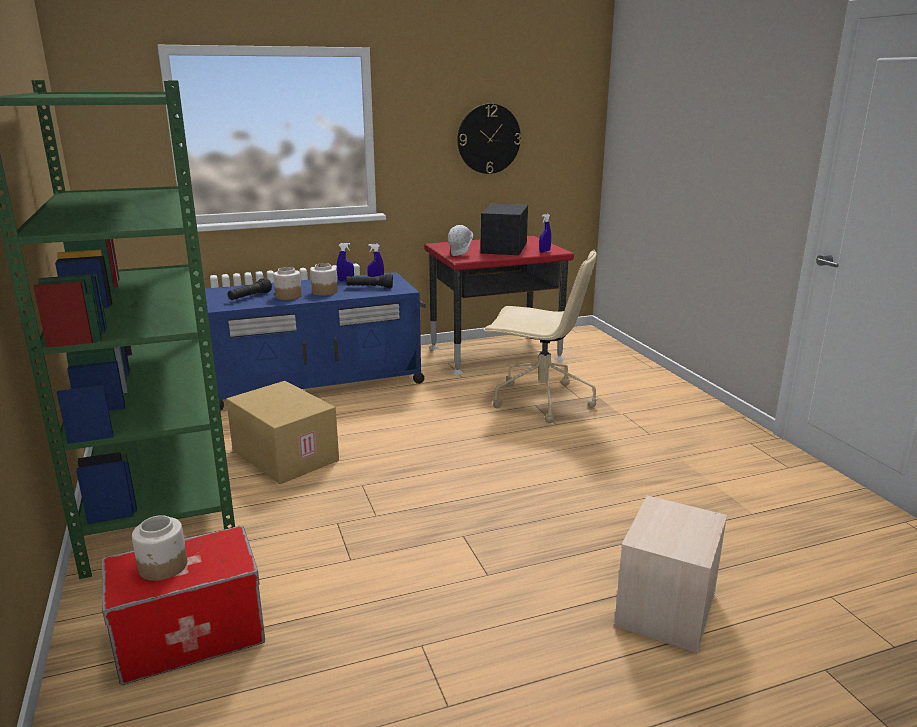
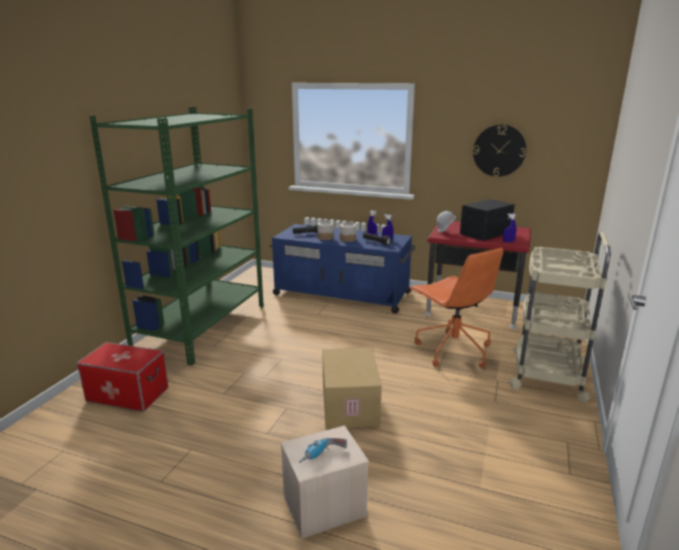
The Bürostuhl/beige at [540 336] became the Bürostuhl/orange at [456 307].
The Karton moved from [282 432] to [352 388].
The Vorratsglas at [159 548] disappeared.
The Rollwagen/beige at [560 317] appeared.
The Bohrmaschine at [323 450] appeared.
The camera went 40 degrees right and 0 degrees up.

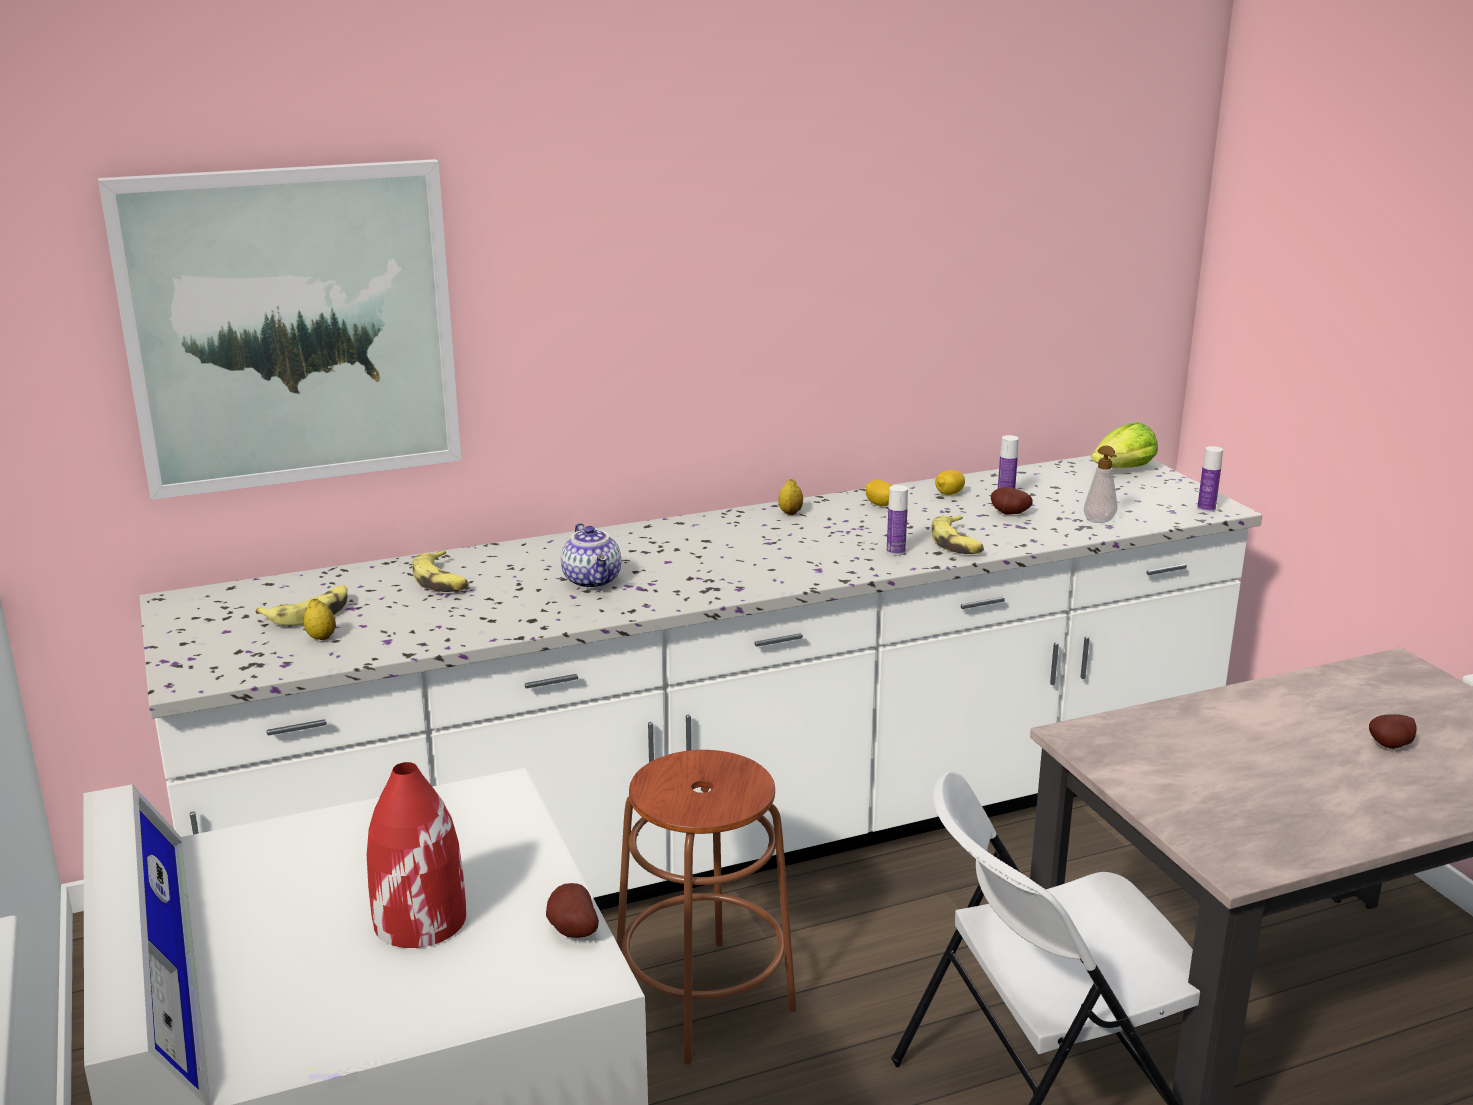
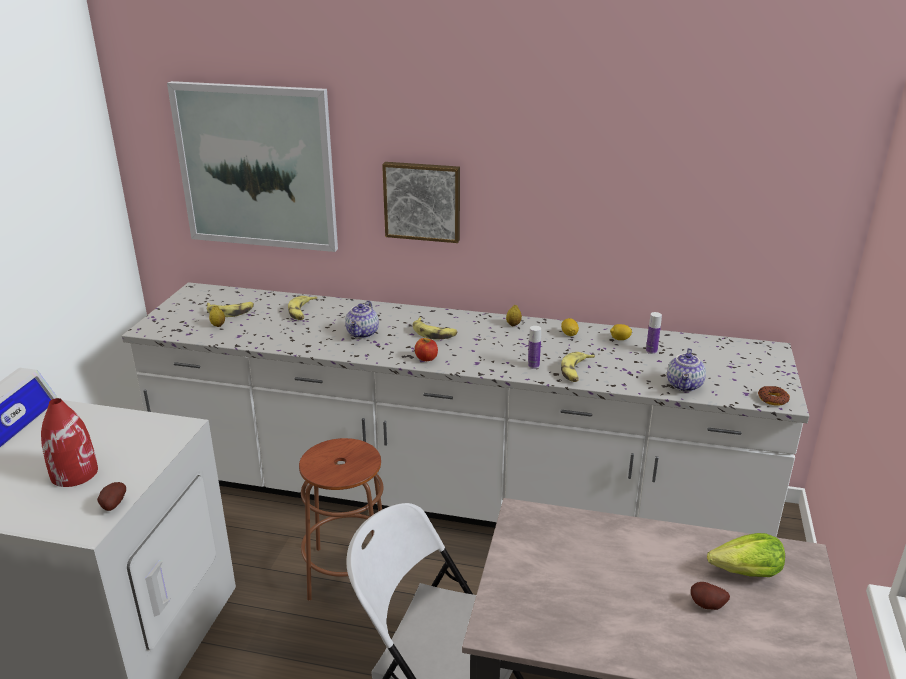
The Salatkopf moved from [1124 445] to [746 555].
The Seifenspender at [1101 484] was replaced by the Teekanne at [686 370].
The Flasche at [1210 479] was replaced by the Donut at [774 396].
The Kartoffel at [1012 501] disappeared.
The Bild at [421 202] appeared.
The Banane at [435 329] appeared.
The Apfel at [426 349] appeared.
The camera went 35 degrees right and 5 degrees up.

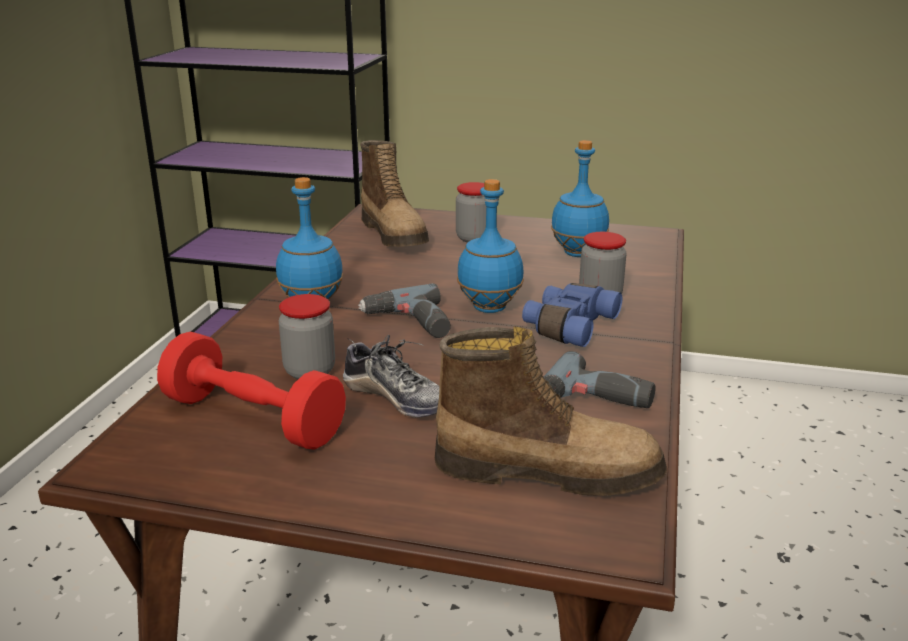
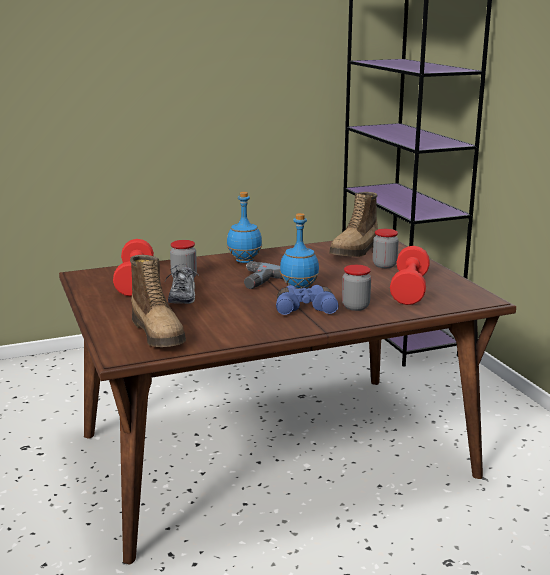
The Flasche/blau at [580 198] was replaced by the Hantel/rot at [410 275].
The Bohrmaschine at [600 379] disappeared.
The camera went 55 degrees right and 5 degrees down.

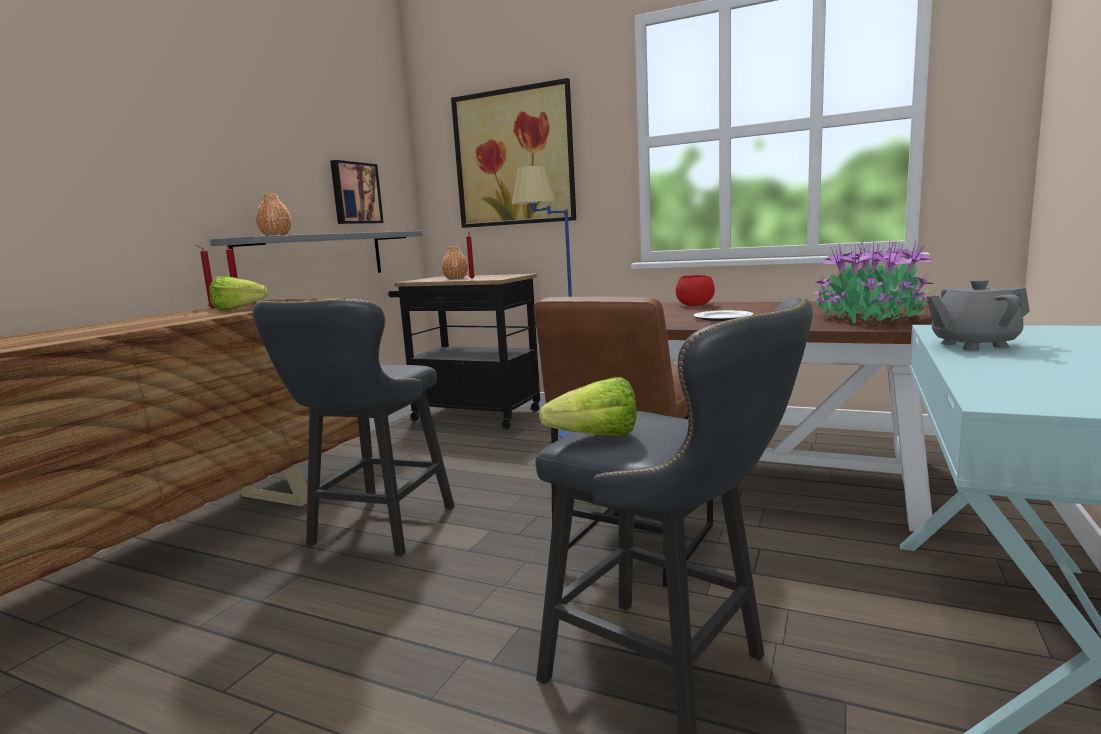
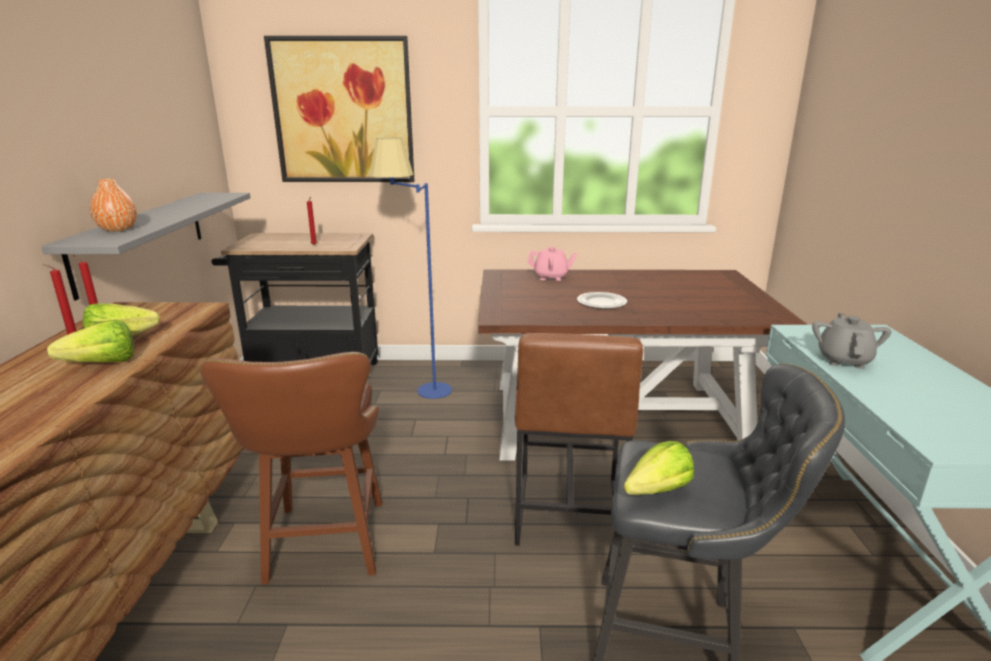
The Bild at [357 192] disappeared.
The Topfpflanze at [874 282] disappeared.
The Vase/orange at [455 262] disappeared.
The Schüssel/rot at [695 290] was replaced by the Teekanne/rosa at [552 264].
The Teekanne/grau at [978 315] turned 135 degrees clockwise.
The Hocker/grau at [354 427] became the Hocker/braun at [291 468].
The Salatkopf at [90 340] appeared.
The camera went 25 degrees left and 10 degrees up.

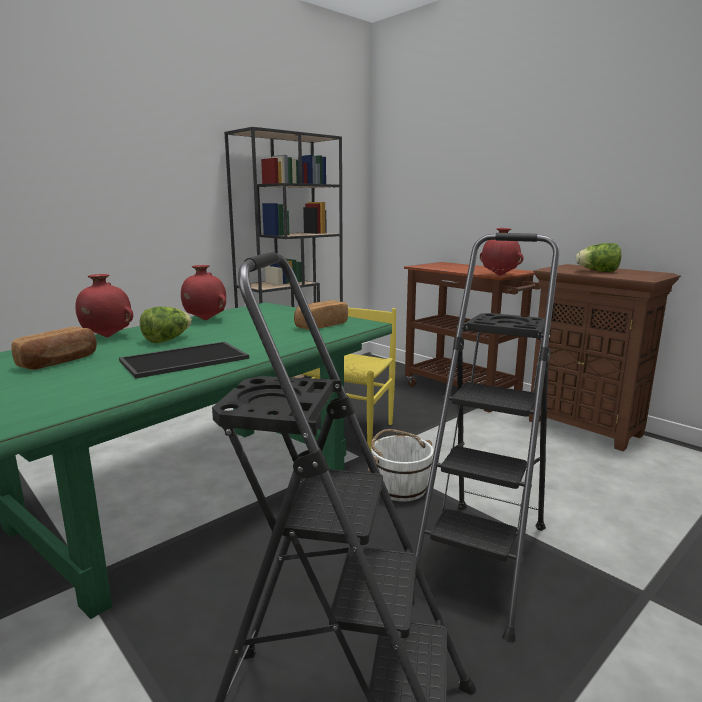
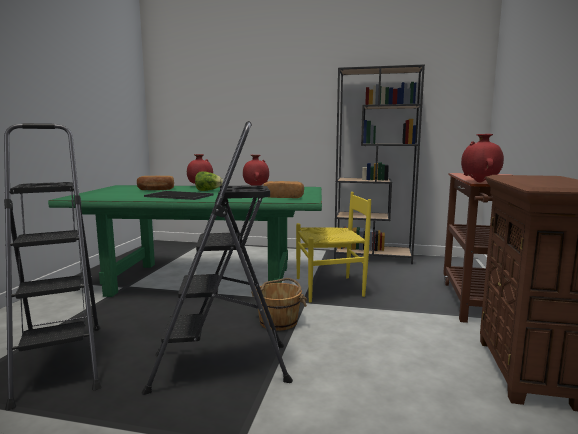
The Salatkopf at [598 257] disappeared.
The Eimer/weiß at [401 465] became the Eimer/braun at [279 304].
The camera went 55 degrees right and 5 degrees down.

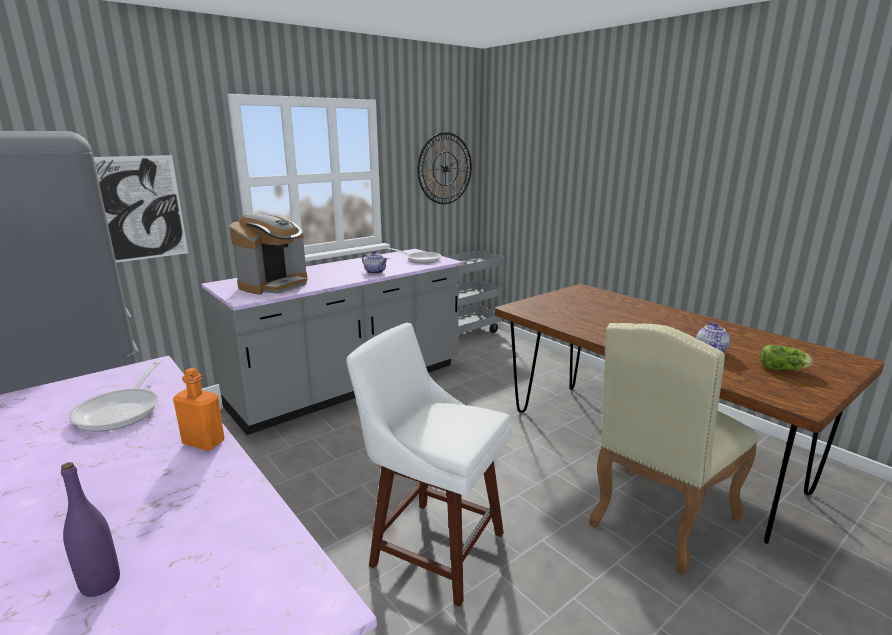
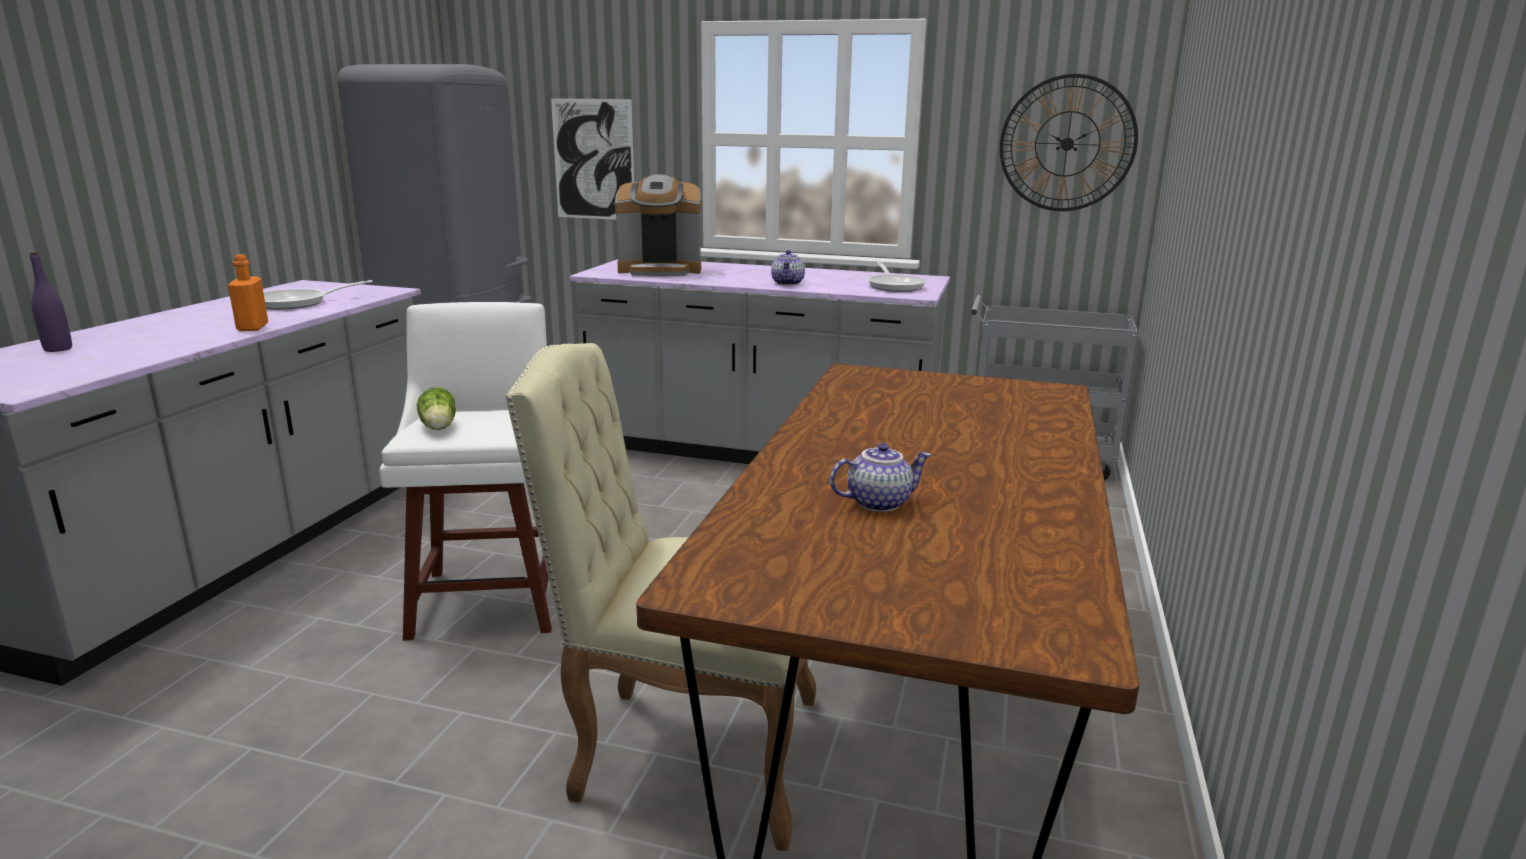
The Salatkopf moved from [786 357] to [436 408].
The camera went 55 degrees right and 0 degrees up.

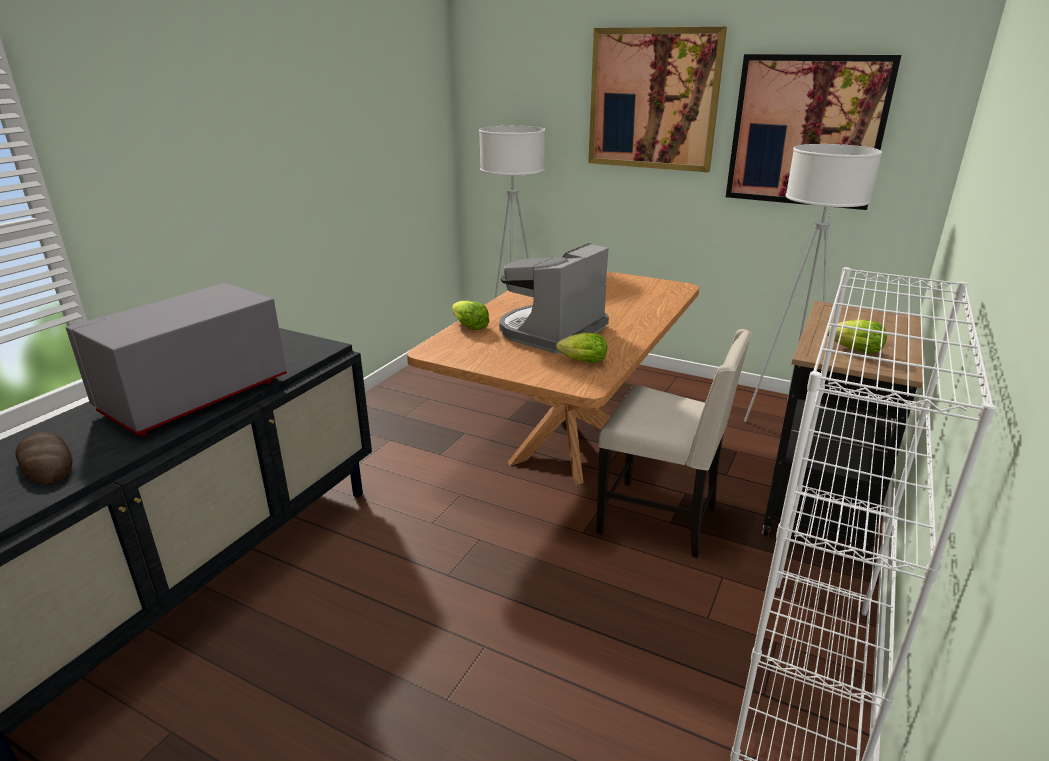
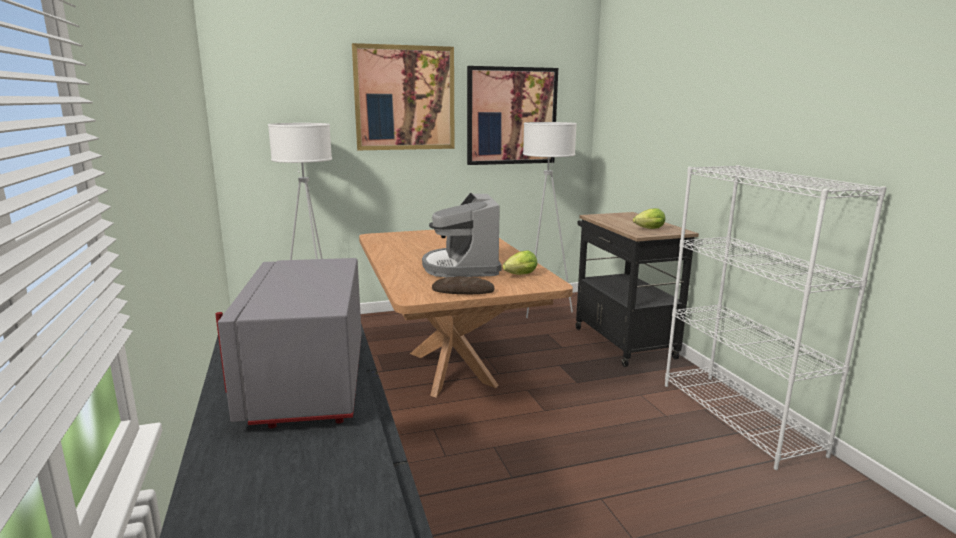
The Salatkopf at [470 315] disappeared.
The Stuhl/beige at [674 444] disappeared.
The Brot moved from [44 458] to [463 285].
The camera went 45 degrees left and 10 degrees down.

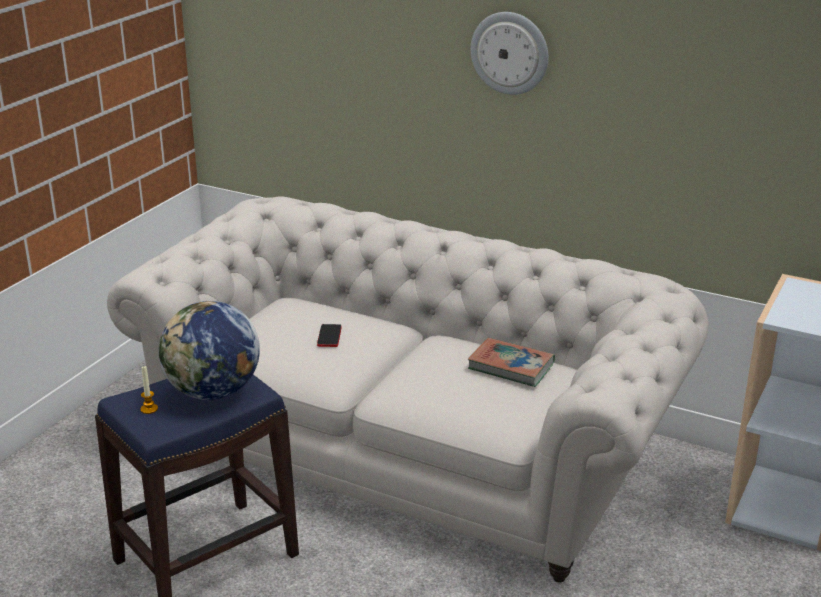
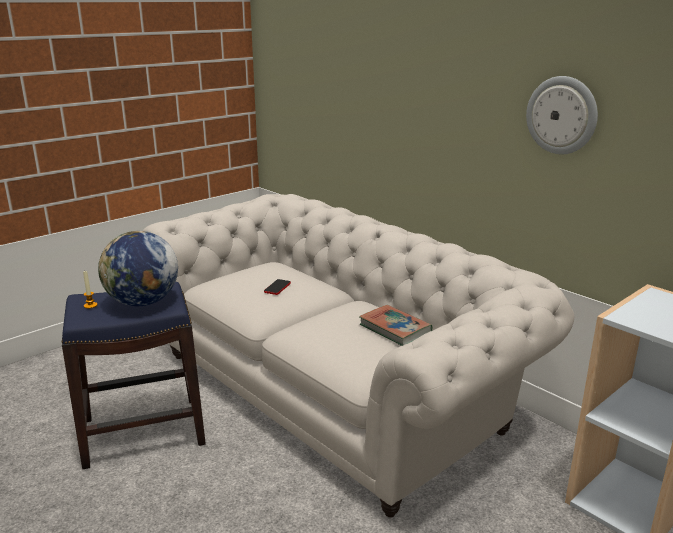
The Wanduhr moved from [509 53] to [562 115].
The camera went 20 degrees right and 5 degrees down.

